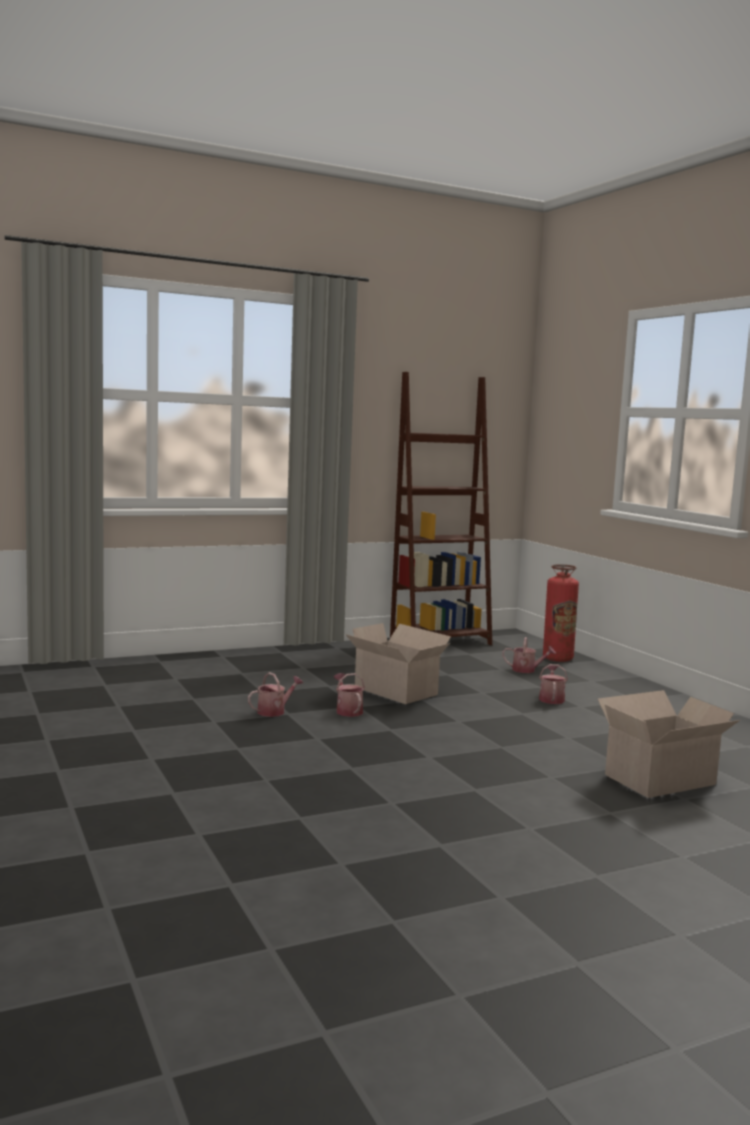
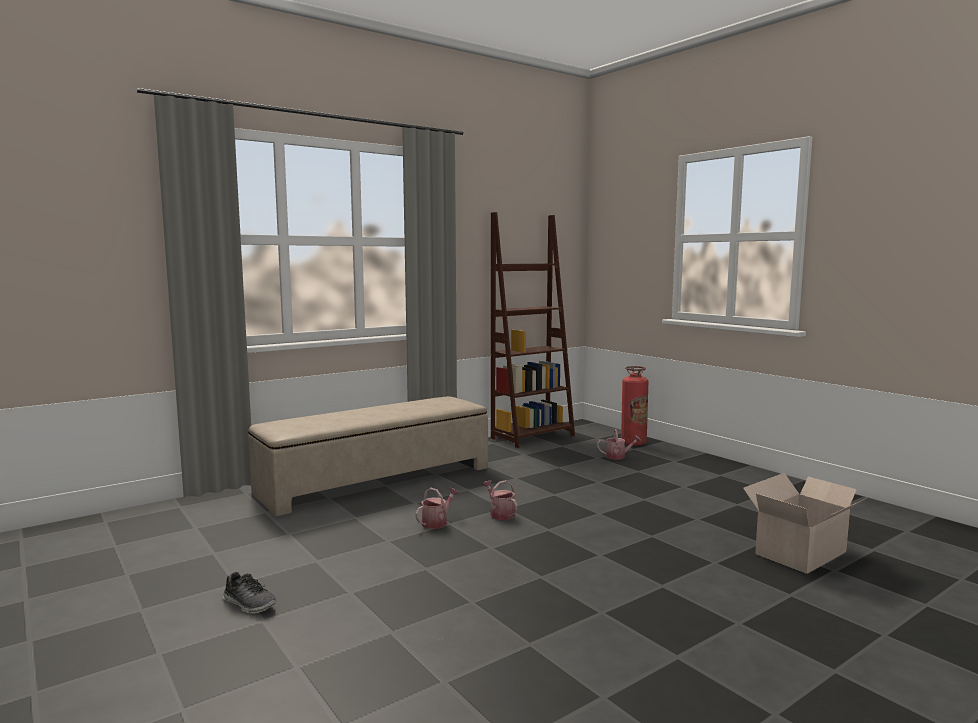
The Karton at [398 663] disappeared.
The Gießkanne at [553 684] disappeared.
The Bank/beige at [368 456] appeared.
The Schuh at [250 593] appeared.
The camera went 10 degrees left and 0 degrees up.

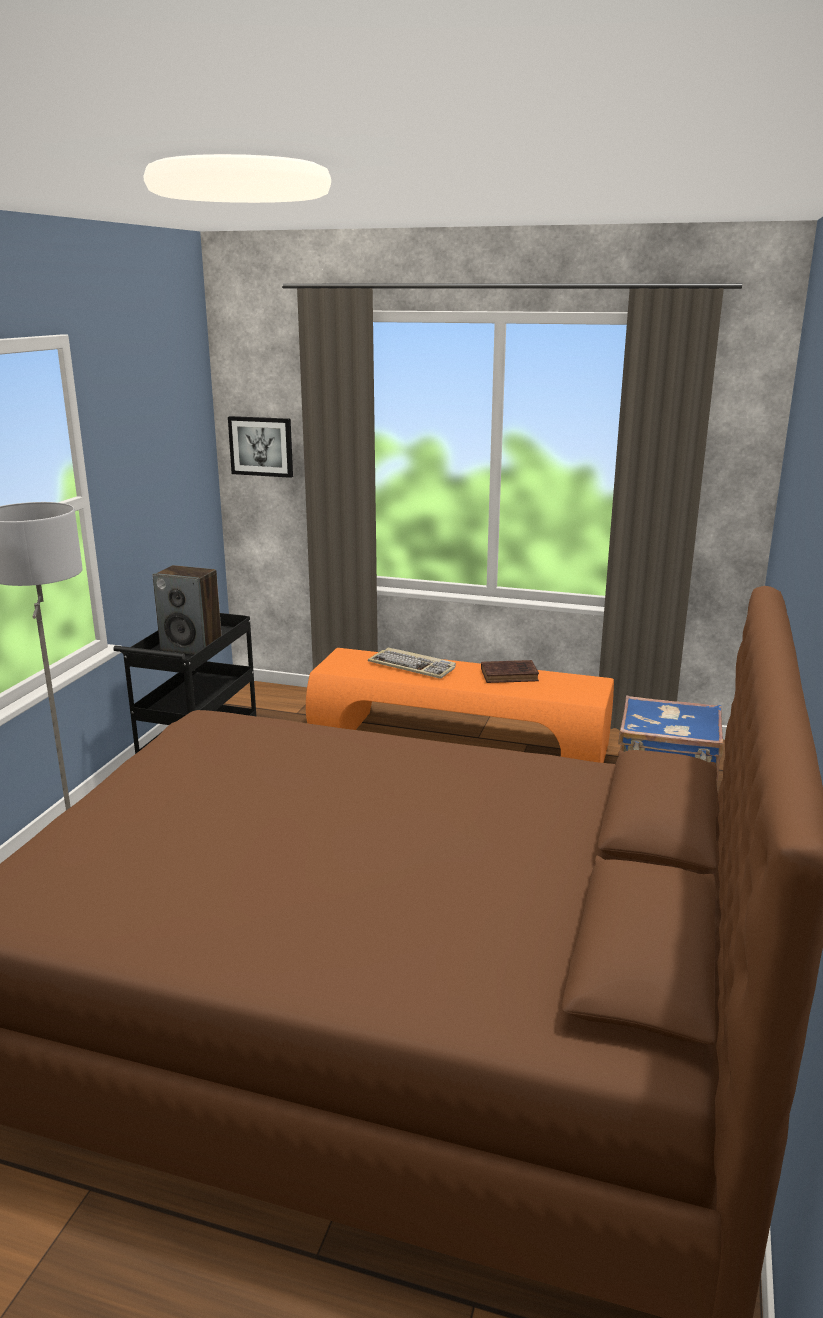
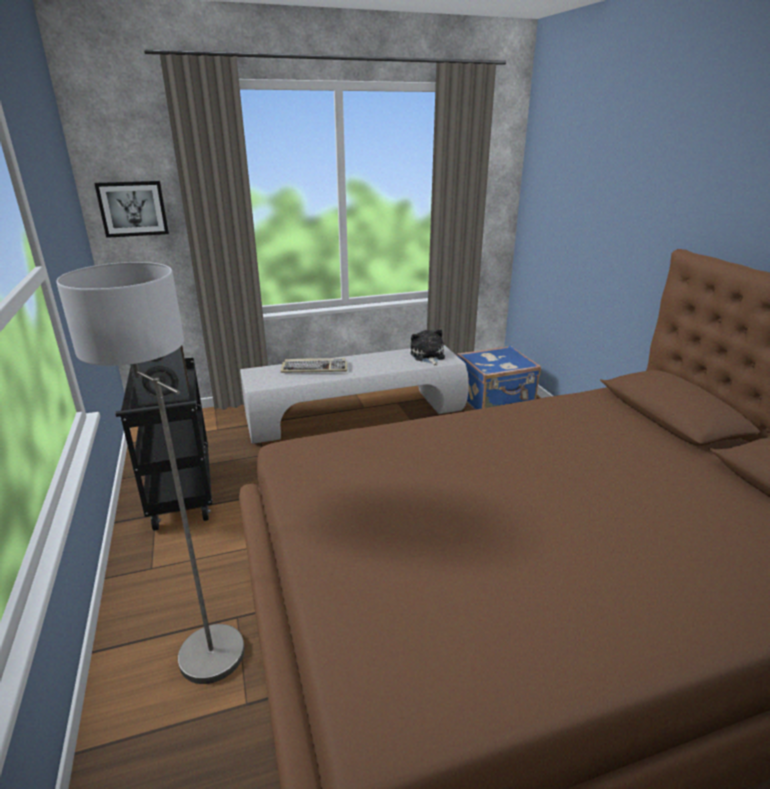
The Bank/orange at [460 705] became the Bank/grau at [354 394].
The Buch/braun at [510 671] disappeared.
The Plüschtier at [428 347] appeared.
The camera went 35 degrees left and 5 degrees up.

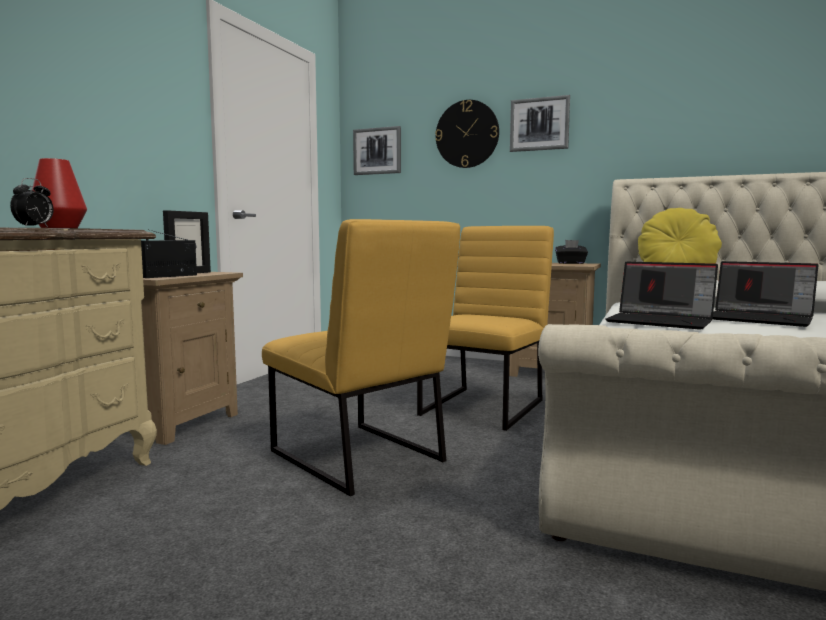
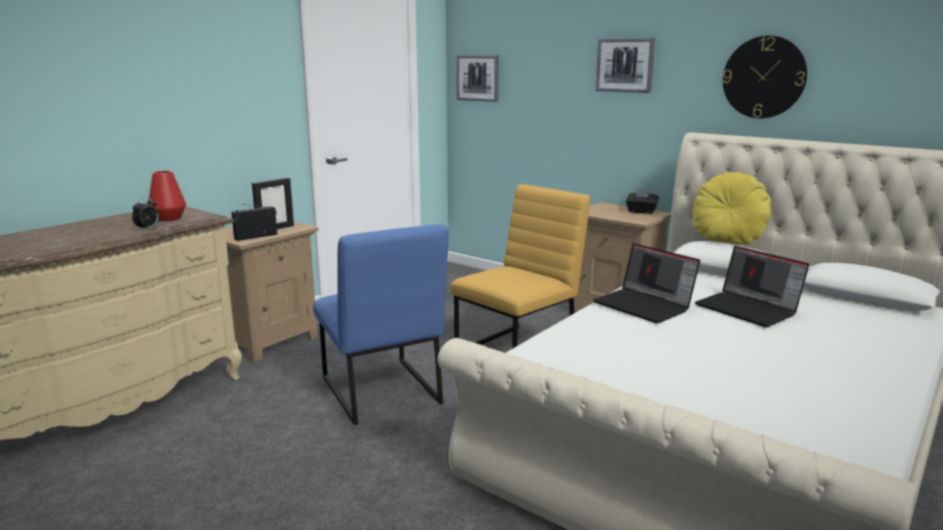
The Wanduhr moved from [467 134] to [765 77].
The Stuhl/gelb at [361 357] became the Stuhl/blau at [381 324].
The camera went 15 degrees right and 10 degrees up.

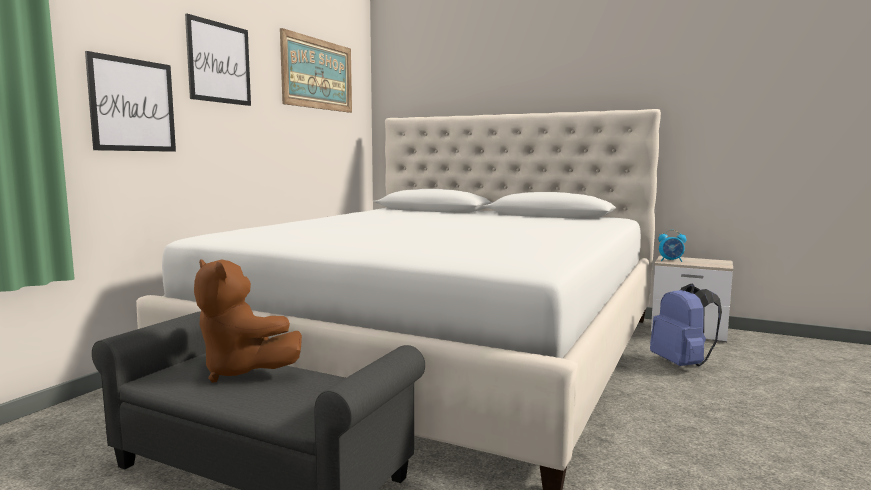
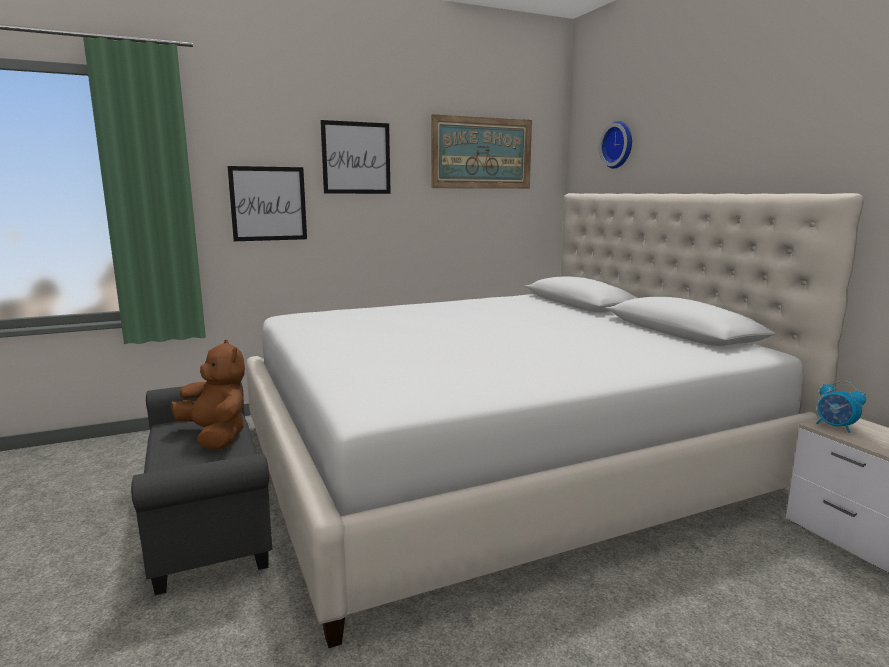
The Plüschtier/braun at [248 321] turned 150 degrees clockwise.
The Rucksack/blau at [686 324] disappeared.
The Wanduhr at [615 145] appeared.
The camera went 40 degrees right and 5 degrees up.

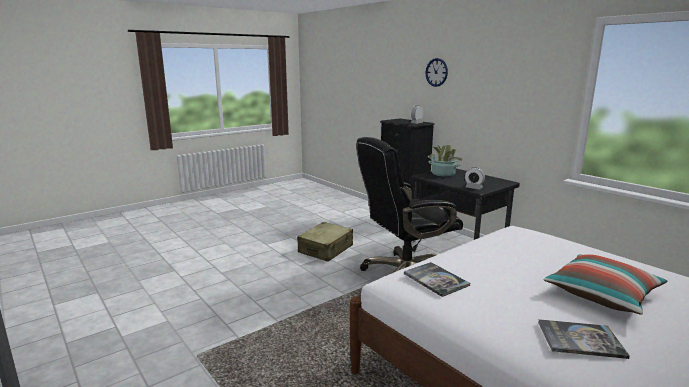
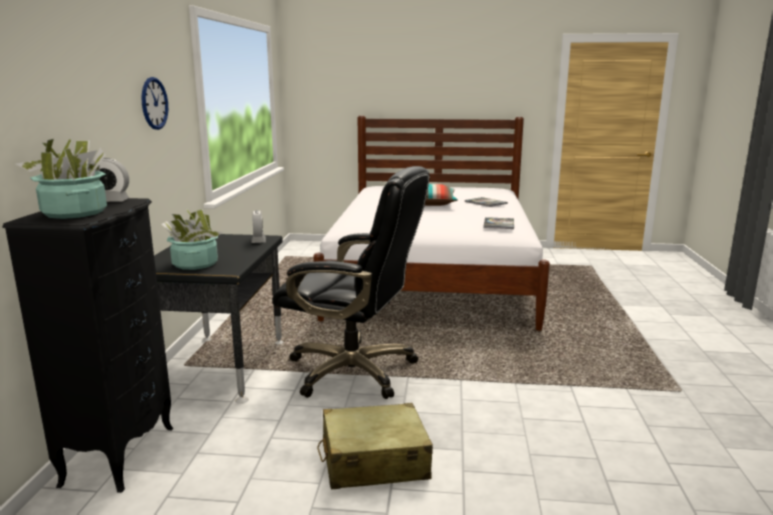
The Wanduhr moved from [437 72] to [154 103].
The Topfpflanze at [61 179] appeared.
The camera went 135 degrees left and 0 degrees up.

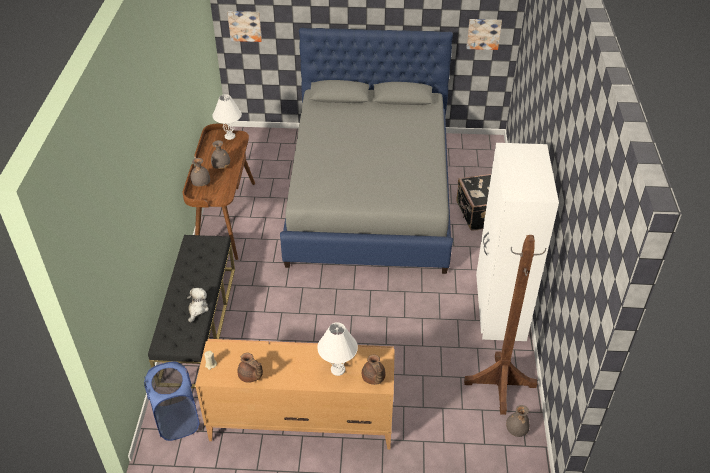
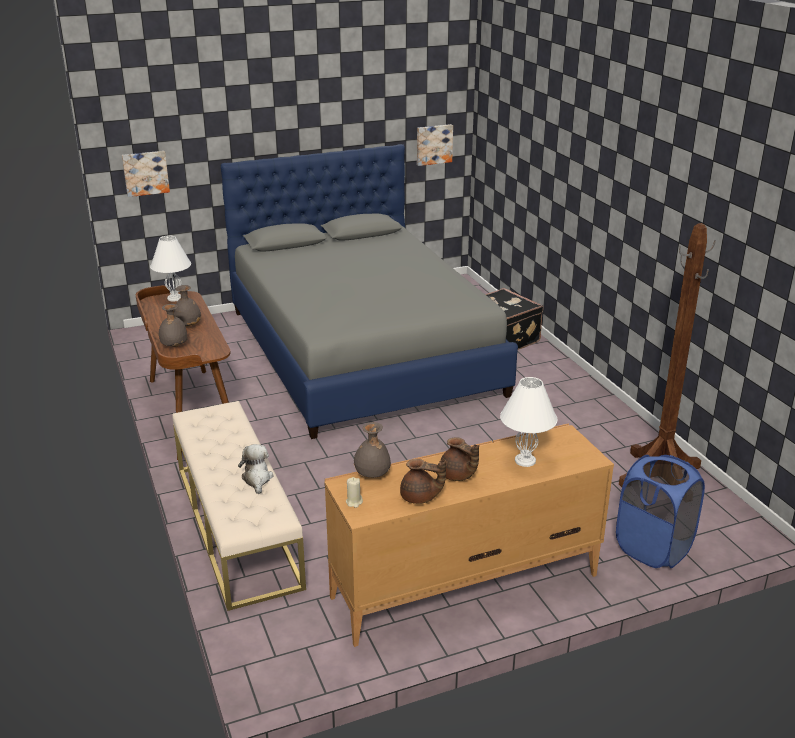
The Kleiderschrank/weiß at [517 242] disappeared.
The Bank/schwarz at [191 311] became the Bank/beige at [239 506].
The Teekanne/braun moved from [374 370] to [460 459].
The Wäschekorb/blau moved from [172 401] to [660 511].
The Vase/grau moved from [518 421] to [372 450].
The camera went 25 degrees left and 15 degrees down.

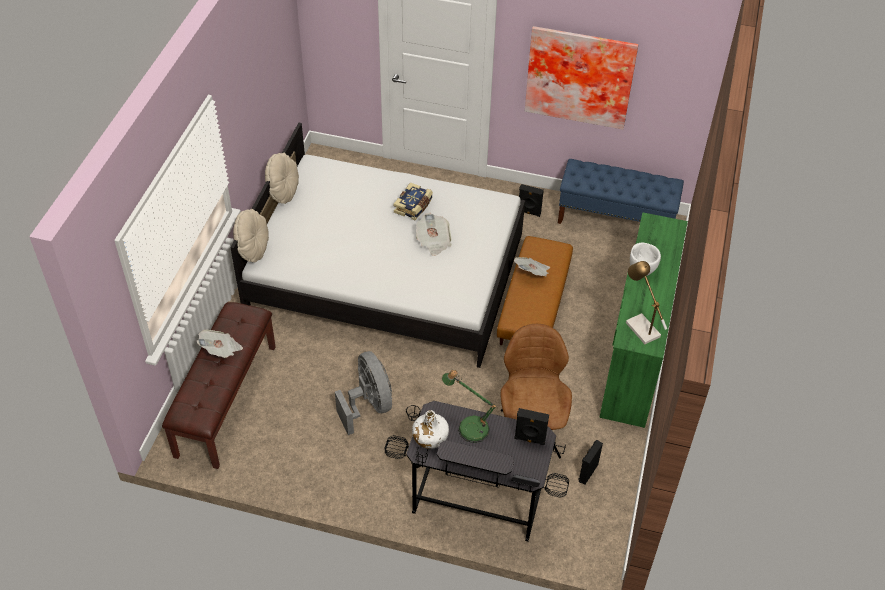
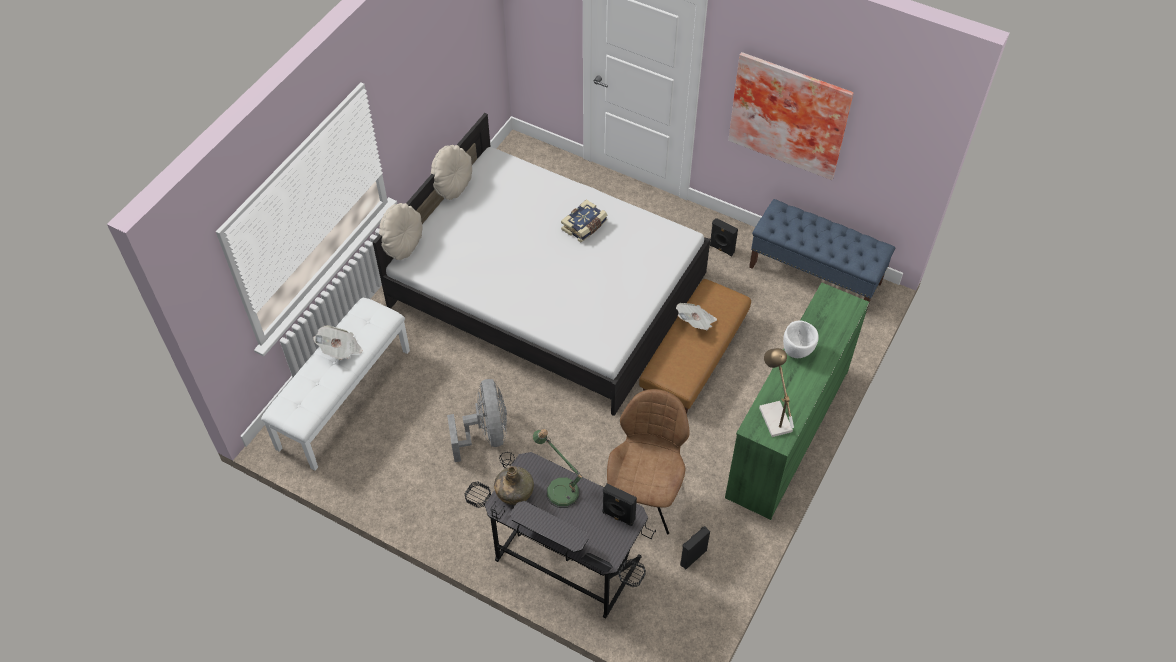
The Zeitung at [434 234] disappeared.
The Bank/braun at [218 385] became the Bank/weiß at [335 384].
The Flasche/weiß at [430 429] became the Flasche/grün at [514 485].
The camera went 15 degrees right and 5 degrees up.

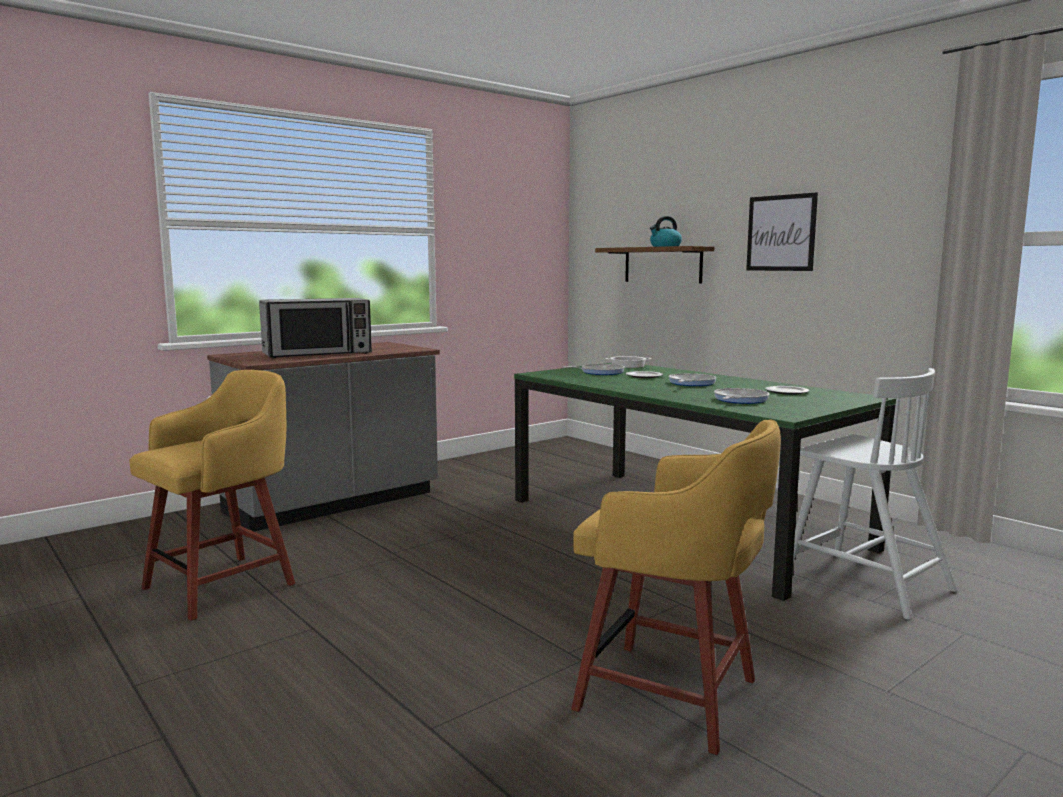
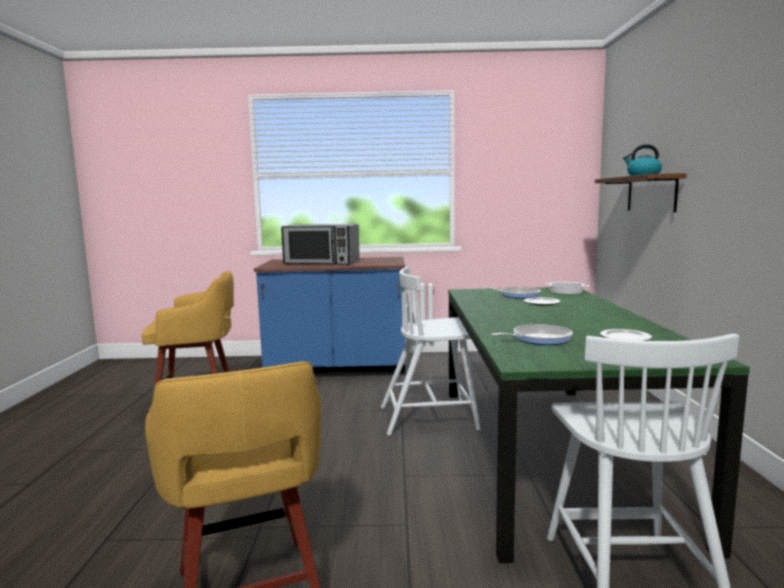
The Bild at [782 231] disappeared.
The Küchenzeile/grau at [323 436] became the Küchenzeile/blau at [330 316].
The Pfanne at [693 379] disappeared.
The Stuhl/weiß at [430 351] appeared.
The camera went 40 degrees right and 0 degrees up.

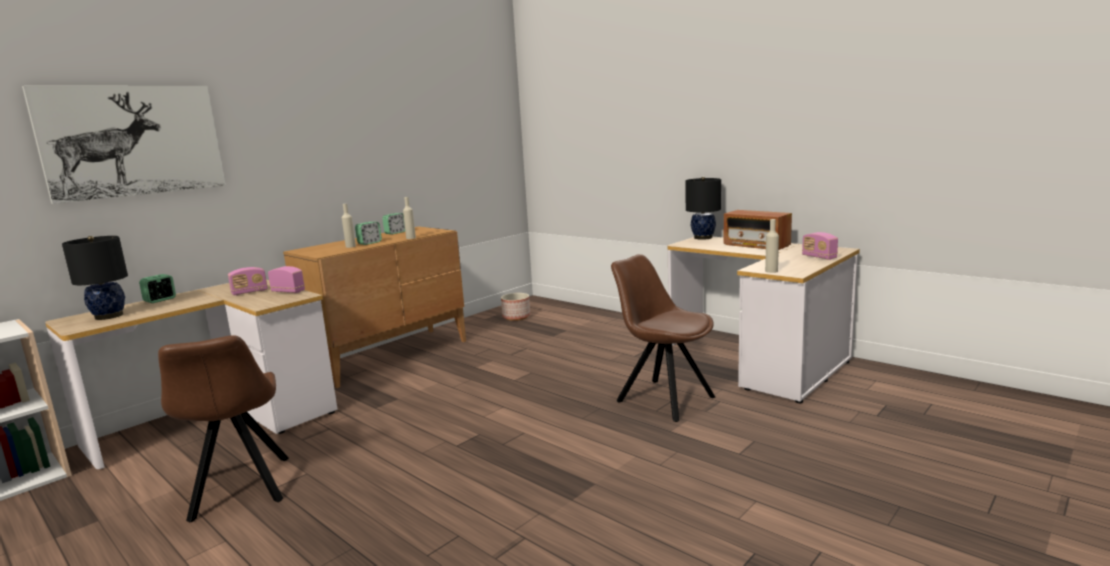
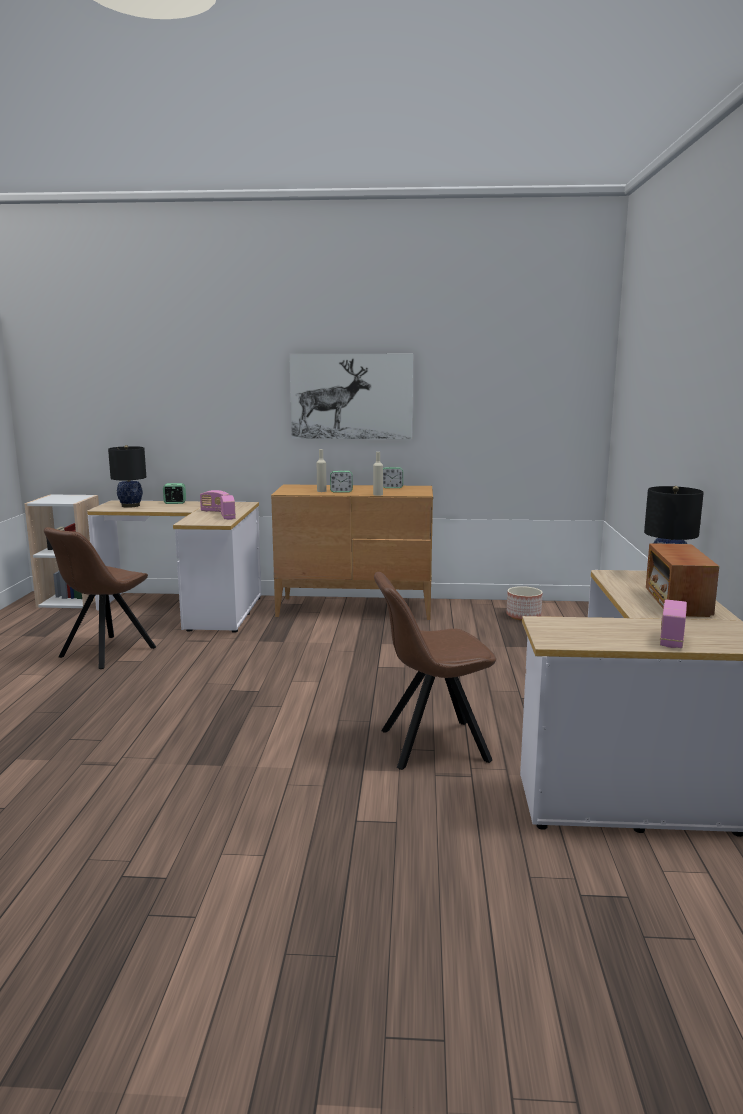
The Bild moved from [124 145] to [351 396].
The Flasche/beige at [772 246] disappeared.
The Stuhl/braun at [663 338] turned 105 degrees counterclockwise.
The camera went 50 degrees right and 0 degrees up.

